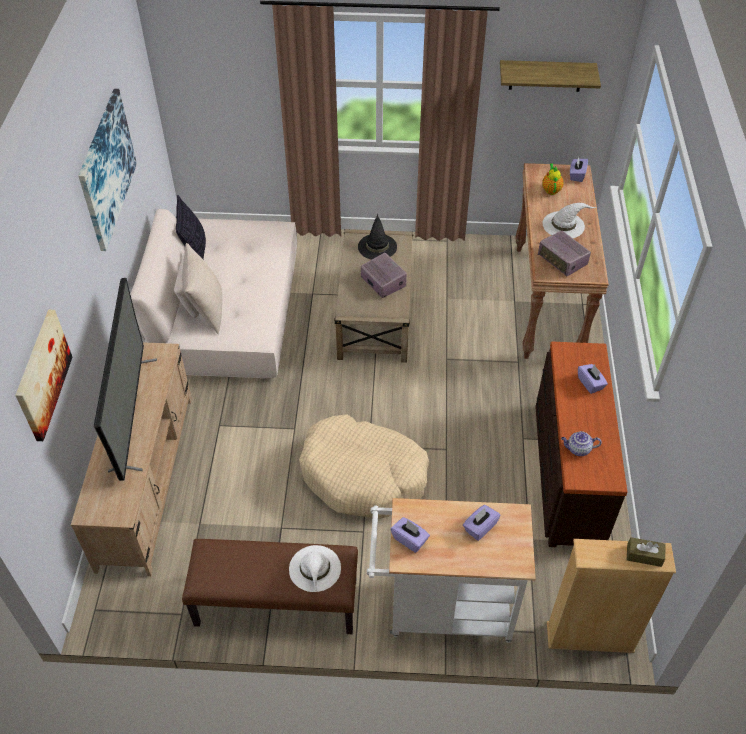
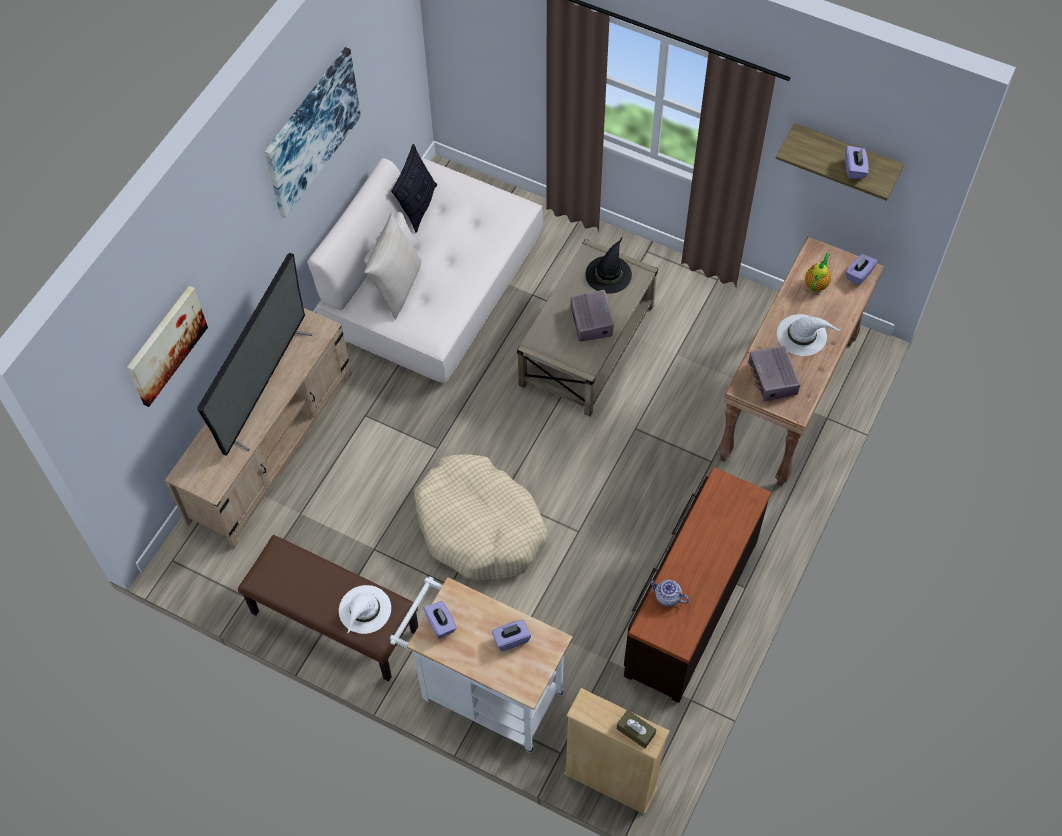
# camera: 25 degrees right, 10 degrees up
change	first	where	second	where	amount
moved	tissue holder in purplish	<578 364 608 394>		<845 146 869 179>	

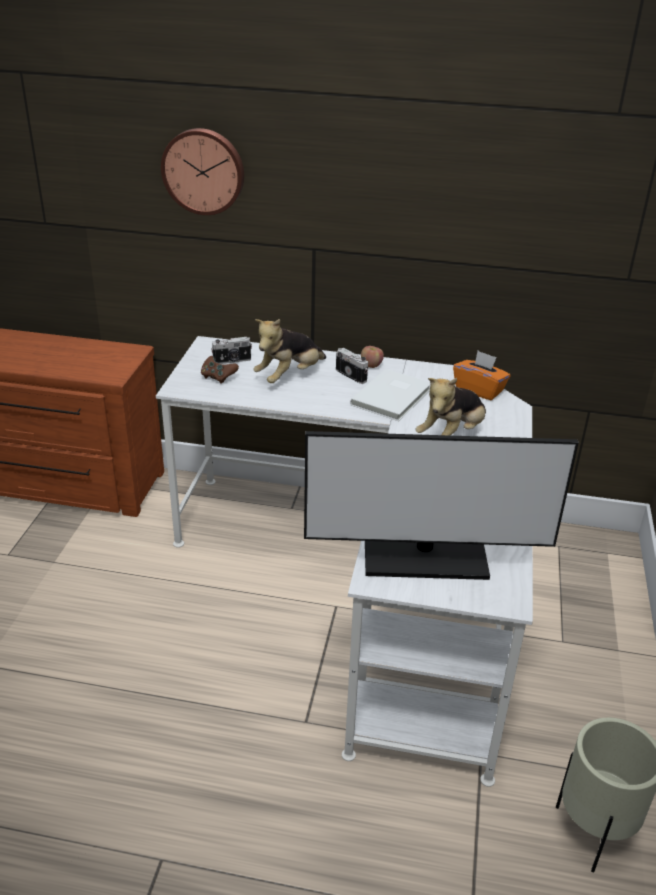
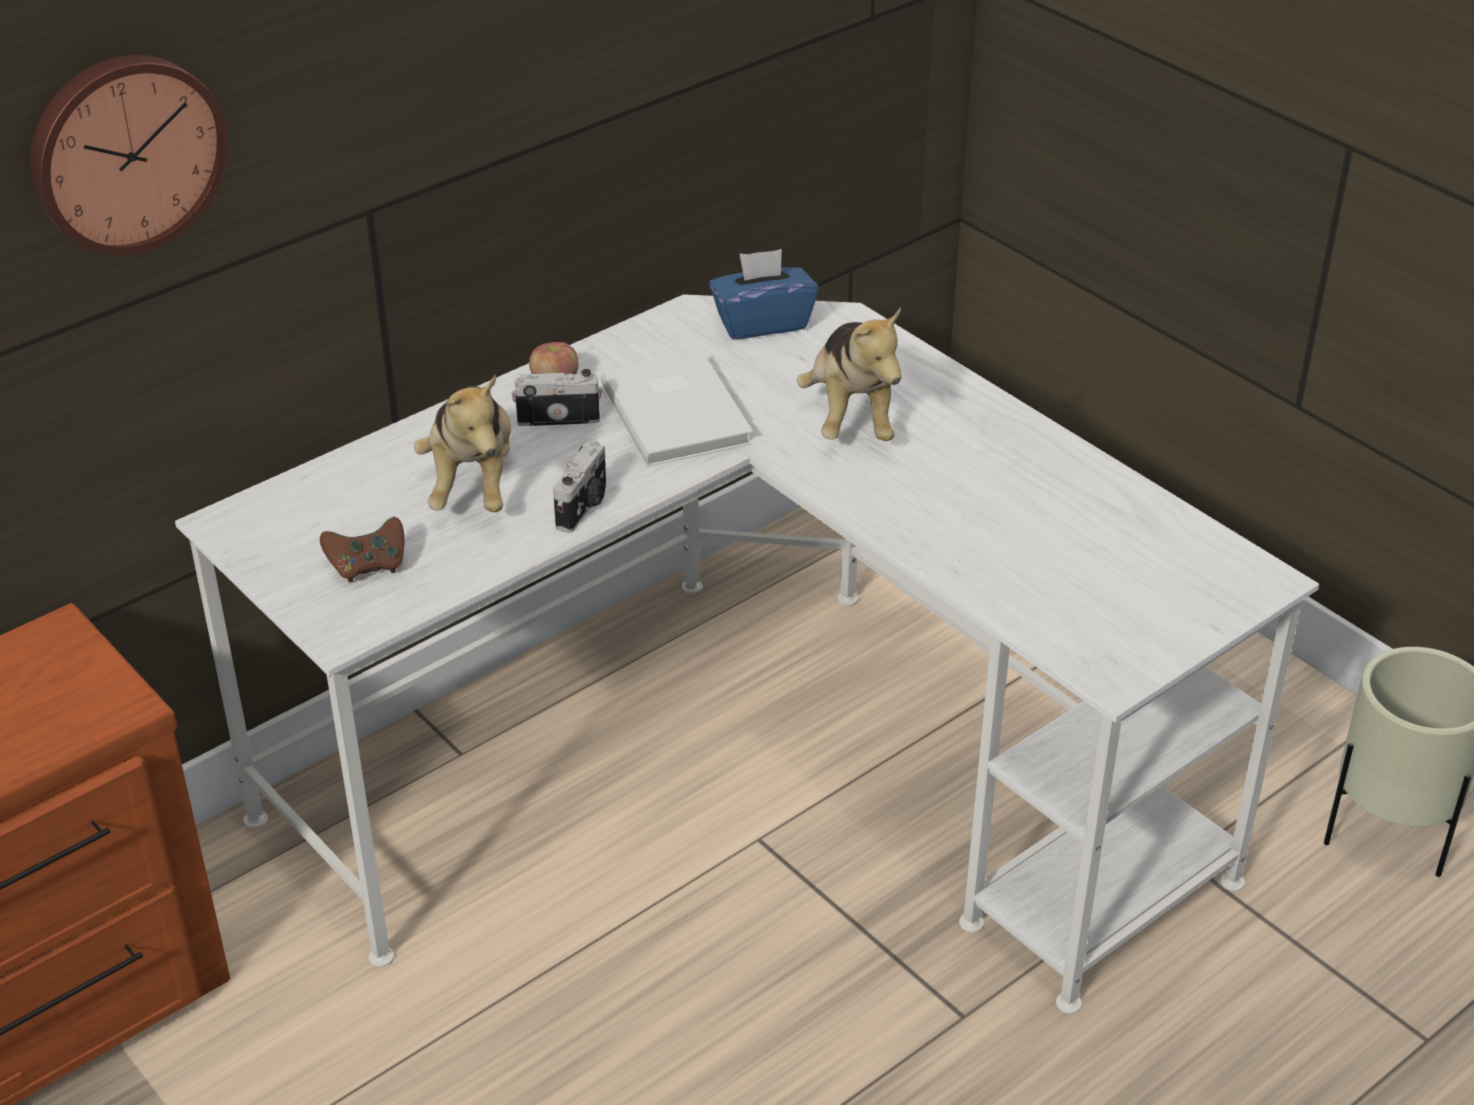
# camera: 50 degrees left, 5 degrees up
change	first	where	second	where	amount
removed	computer display	<304 431 579 580>			
moved	still camera	<211 337 252 364>		<553 441 606 533>	
recoloured	tissue holder in orange	<453 351 511 401>	tissue holder in blue	<709 249 818 339>	

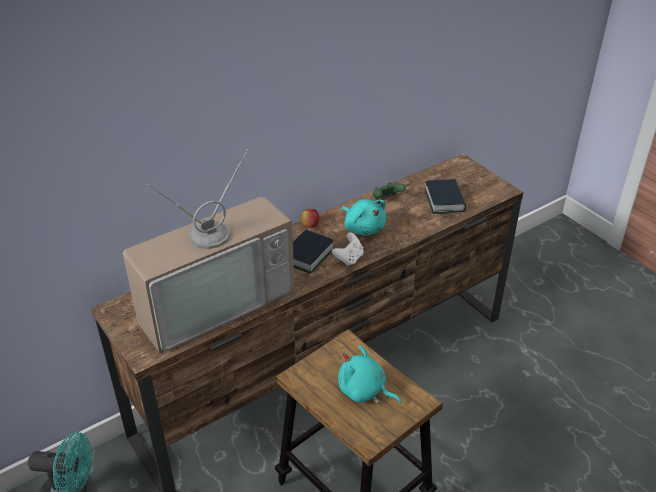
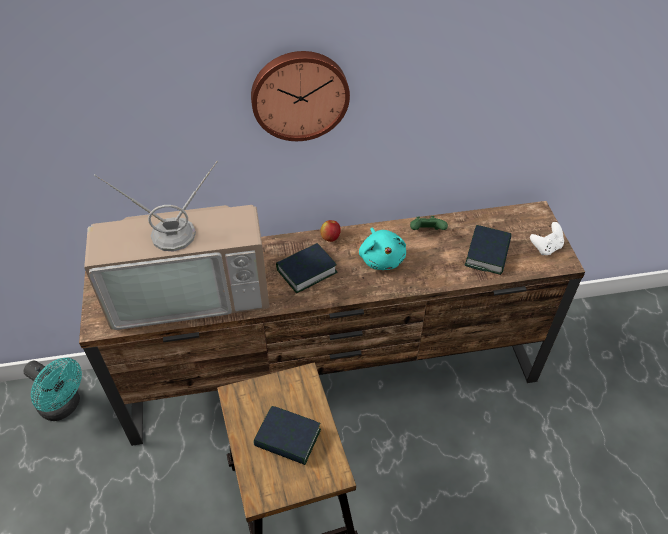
# camera: 25 degrees right, 10 degrees up
change	first	where	second	where	amount
added			hanging clock	<251 51 350 141>	
moved	gamepad in whitish	<332 233 363 266>		<530 222 564 255>	
replaced	soft toy in turquoise-coloured	<338 346 401 404>	volume	<254 406 321 465>	

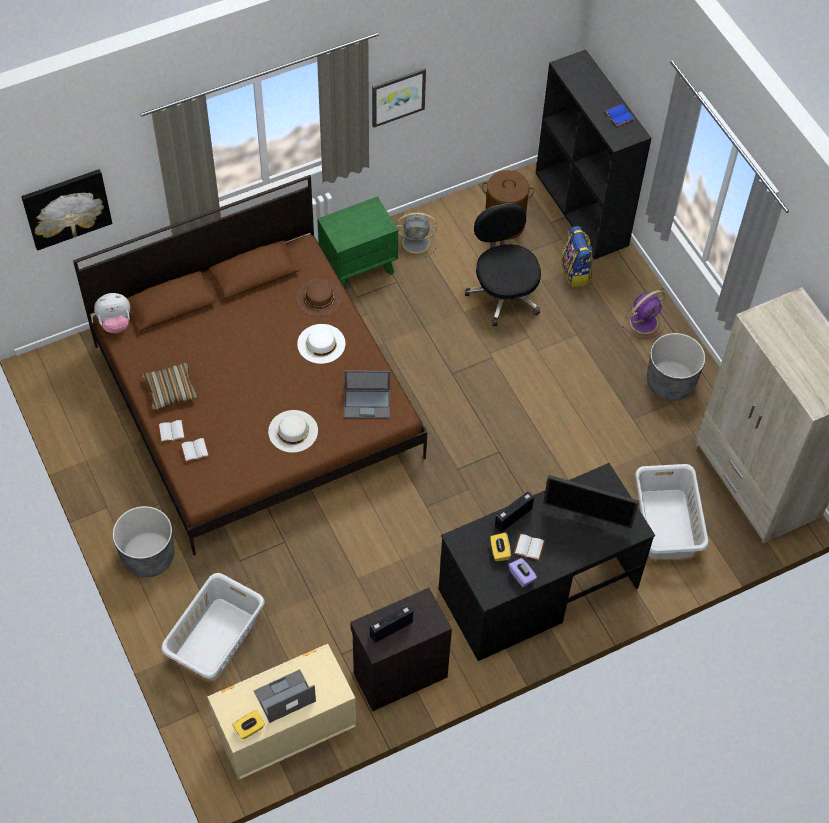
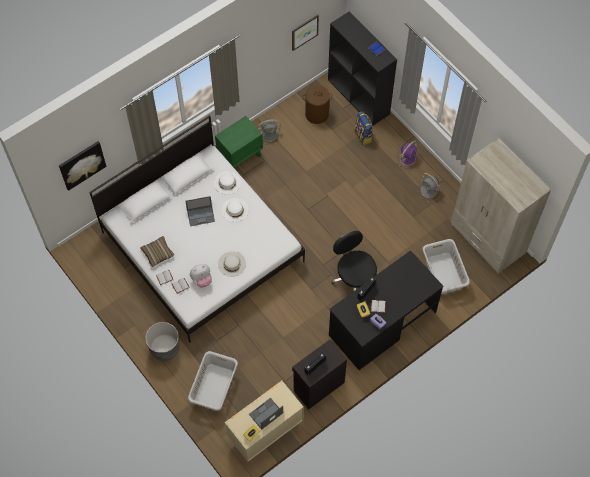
# camera: 10 degrees left, 5 degrees up
change	first	where	second	where	amount
removed	computer display	<543 475 639 530>			
moved	soft toy	<94 293 130 333>		<190 264 212 288>	
moved	laptop	<344 370 390 418>		<185 196 215 226>	
moved	wall art	<372 68 426 128>		<292 14 319 51>	
moved	office chair in black	<465 203 541 326>		<331 231 377 292>	
replaced	planter in greyish	<647 333 705 401>	electric fan in greyish	<417 173 442 202>	
recoloured	bedroom bed in brown	<73 175 427 555>	bedroom bed in whitish	<89 115 305 343>	
recoloured	wearable hat in brown	<296 278 343 317>	wearable hat in whitish	<214 171 241 195>	

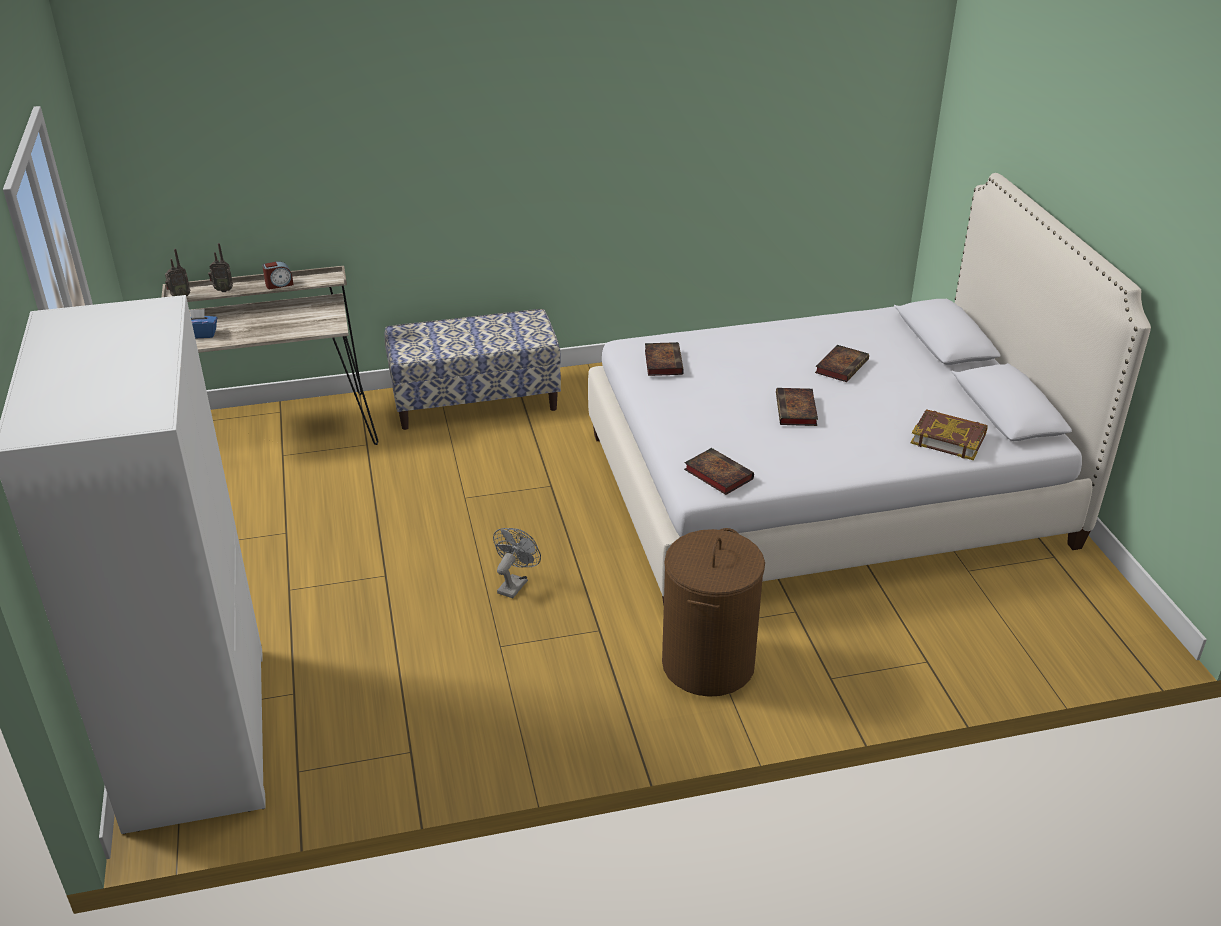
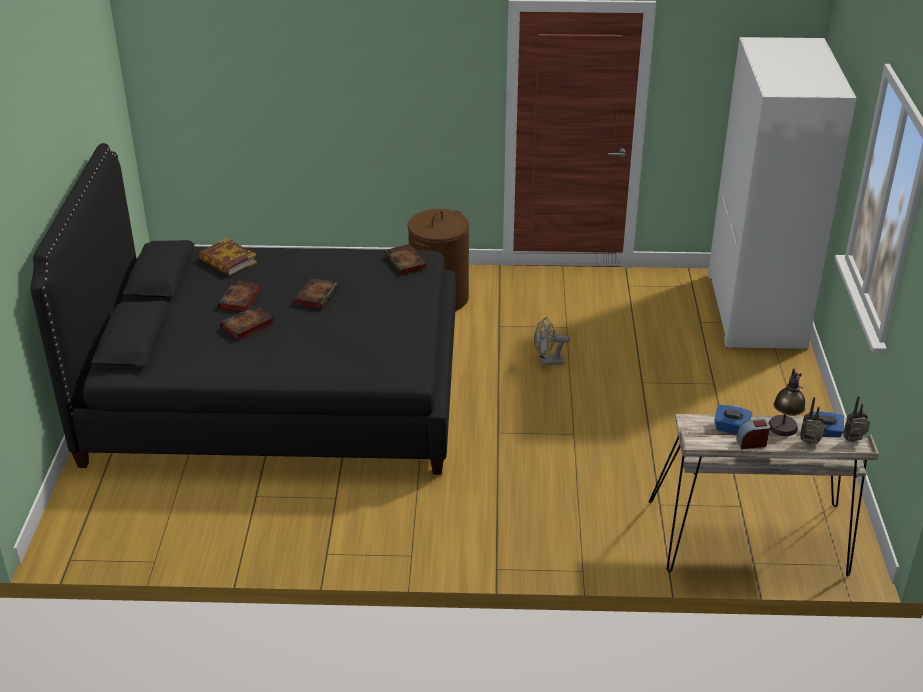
# camera: 165 degrees left, 0 degrees up
change	first	where	second	where	amount
removed	long seat	<385 309 561 430>			
added			tissue holder in blue	<714 405 752 434>	
added			lamp for a table	<768 368 805 436>	
moved	volume	<645 342 684 376>		<218 280 262 312>	
recoloured	bedroom bed in whitish	<588 173 1151 606>	bedroom bed in black	<30 143 456 475>	
turned	electric fan in greyish	<493 528 541 598>		<534 317 570 365>	45 degrees clockwise

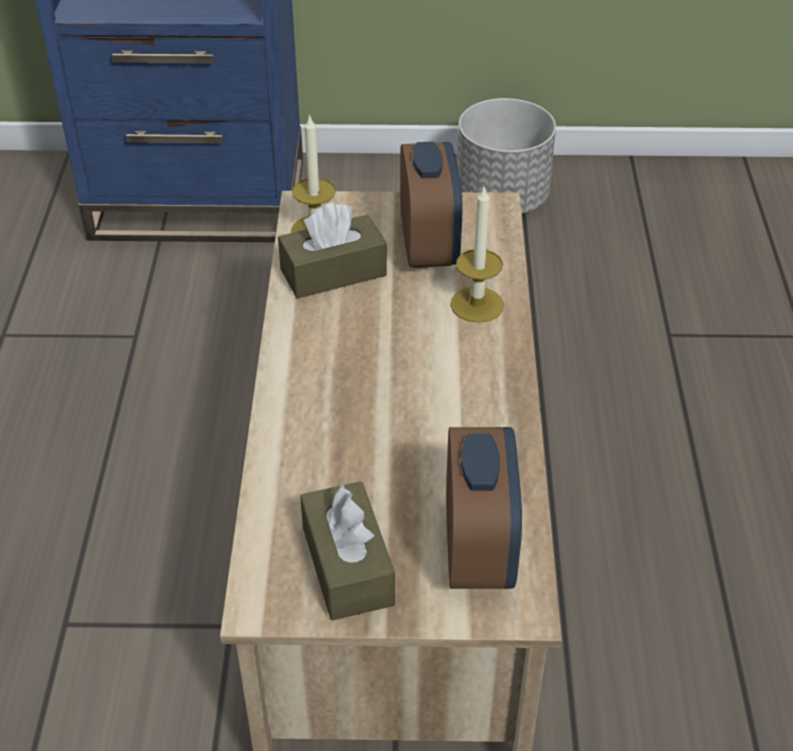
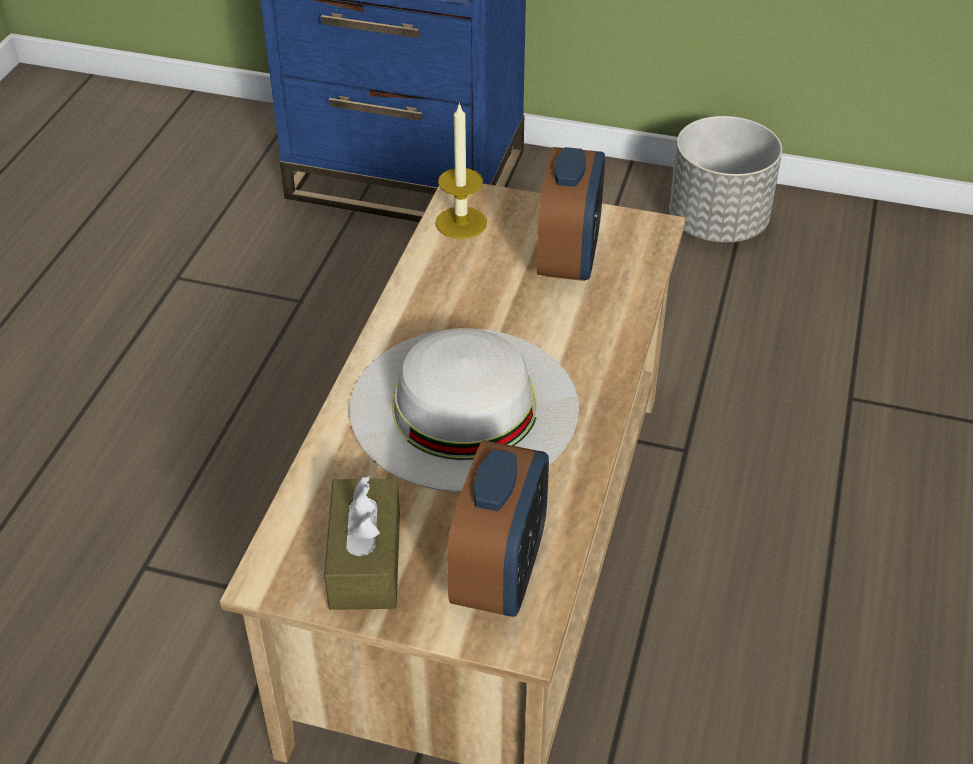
# camera: 15 degrees right, 0 degrees up
change	first	where	second	where	amount
removed	tissue holder in brown	<278 202 387 299>			
removed	candle	<450 188 504 323>			
added			wearable hat in whitish	<349 328 579 492>	

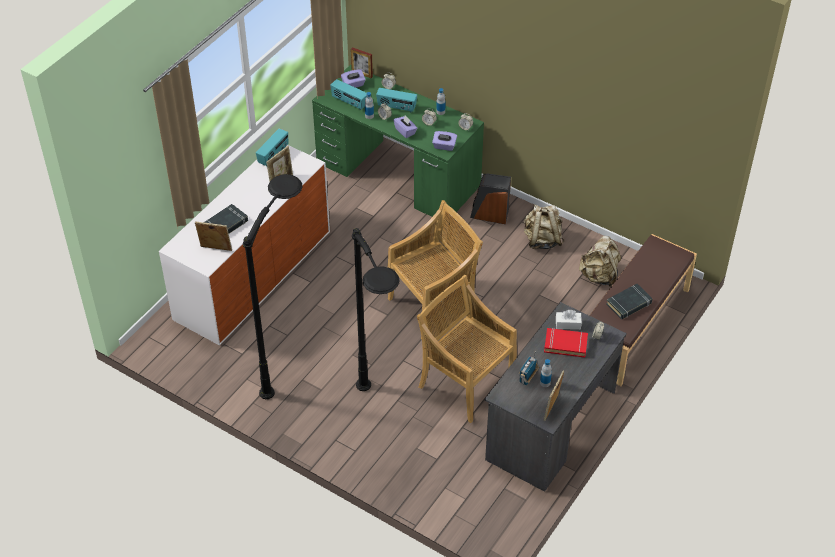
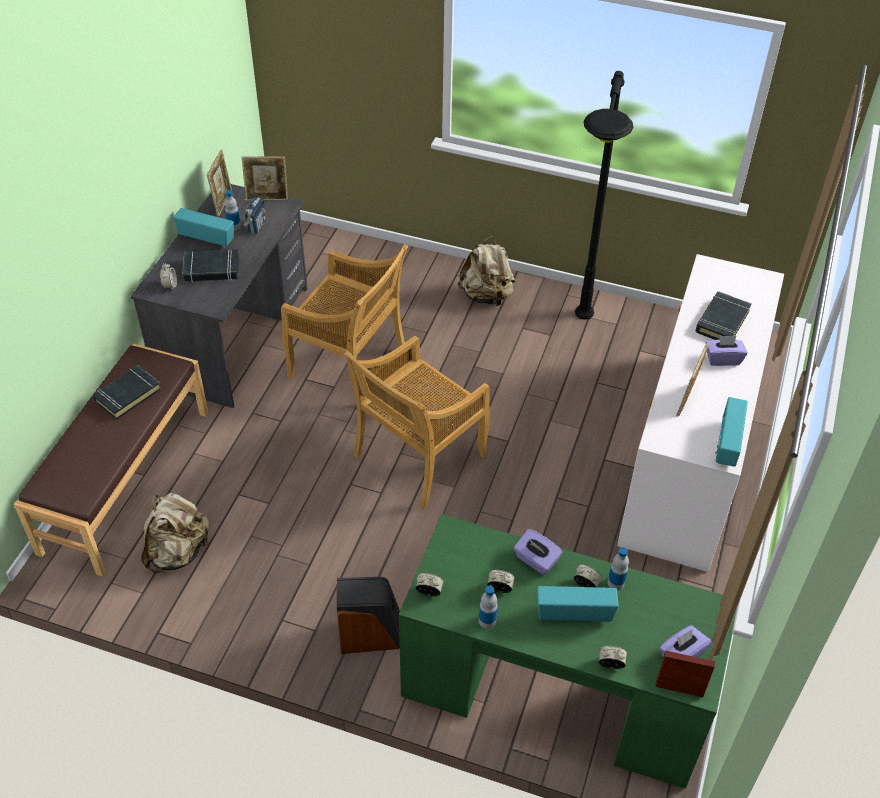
# camera: 165 degrees right, 0 degrees up
change	first	where	second	where	amount
removed	floor lamp in black	<352 228 399 391>			
removed	tissue holder in whitish	<556 310 582 330>			
moved	picture frame	<195 222 232 251>		<242 156 288 201>	
moved	radio receiver	<330 79 367 110>		<173 208 234 247>	
moved	tissue holder in purplish	<432 131 457 151>		<706 336 748 366>	
moved	backpack in beige-coloured	<524 205 564 249>		<457 236 516 306>	
recoloured	volume in red	<544 328 588 358>	volume in black	<182 249 239 282>	

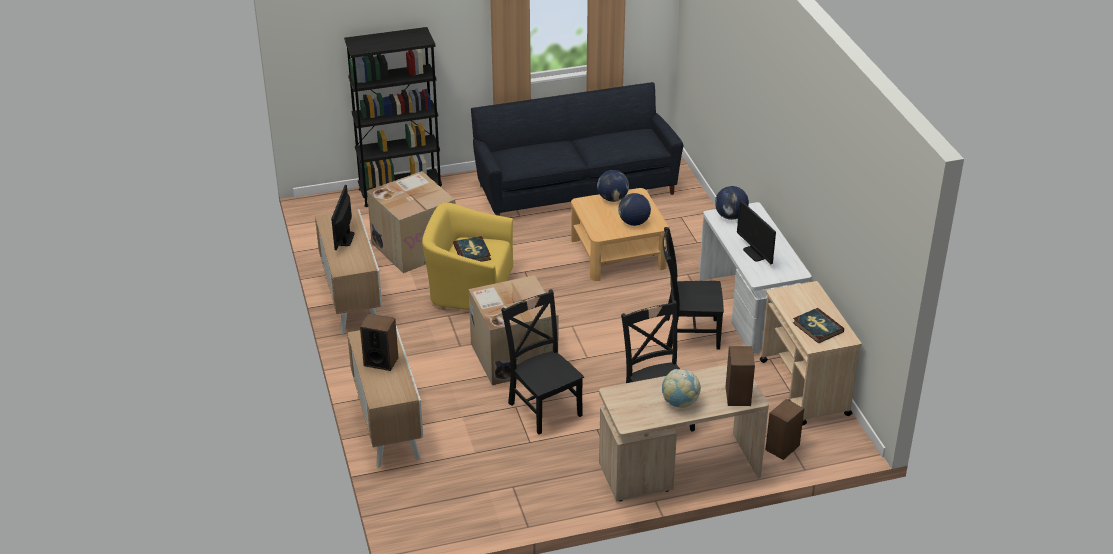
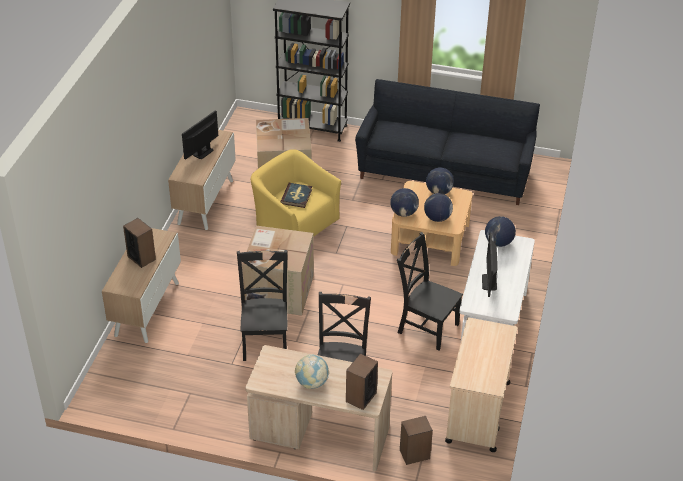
# camera: 30 degrees right, 5 degrees up
change	first	where	second	where	amount
removed	volume	<793 308 844 344>			
added			globe	<390 188 419 217>	

